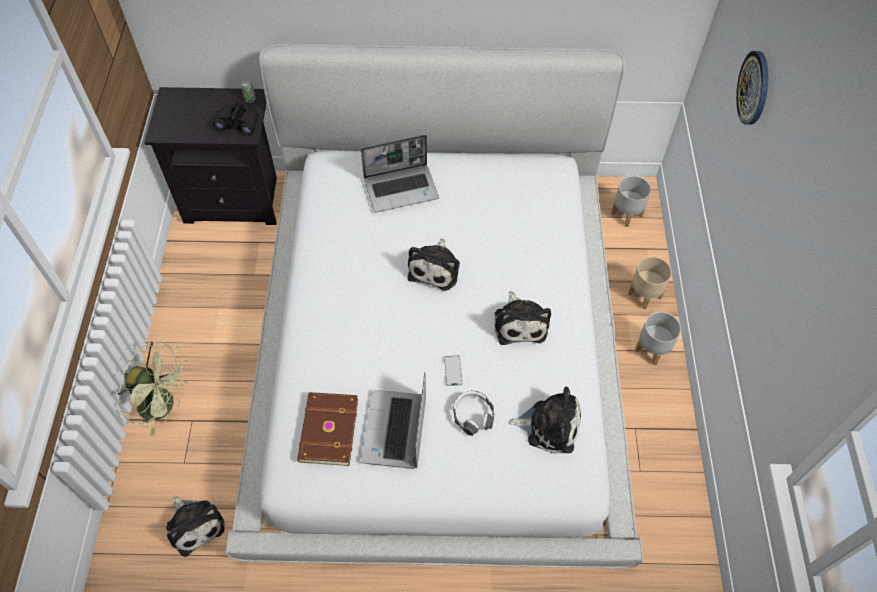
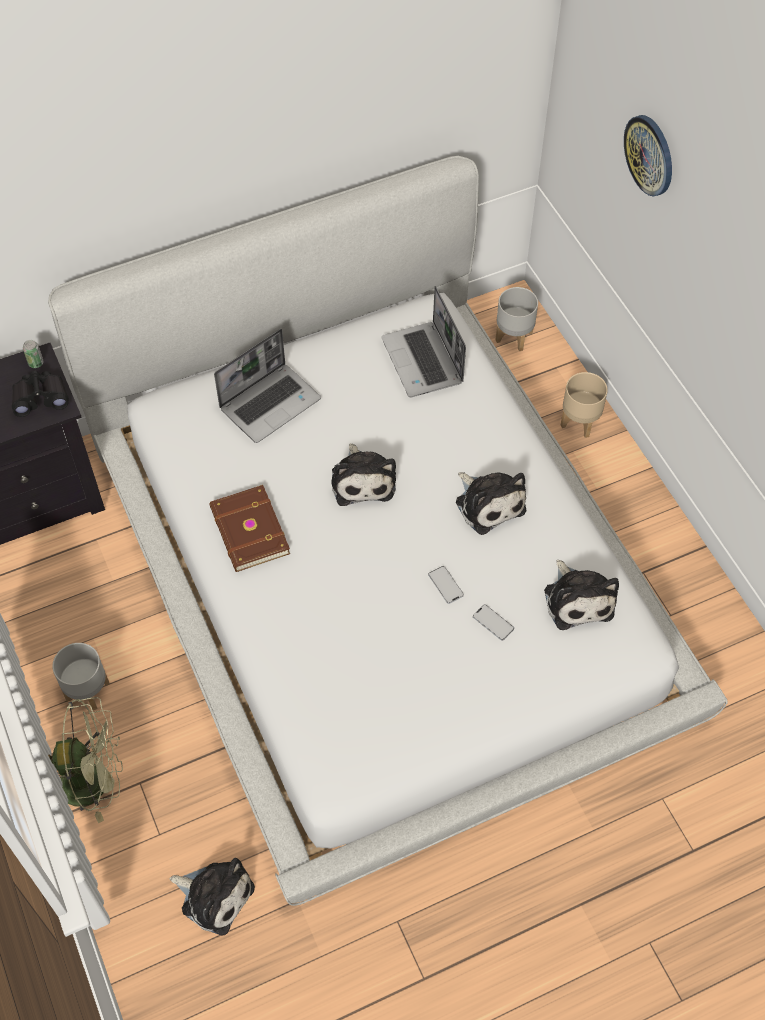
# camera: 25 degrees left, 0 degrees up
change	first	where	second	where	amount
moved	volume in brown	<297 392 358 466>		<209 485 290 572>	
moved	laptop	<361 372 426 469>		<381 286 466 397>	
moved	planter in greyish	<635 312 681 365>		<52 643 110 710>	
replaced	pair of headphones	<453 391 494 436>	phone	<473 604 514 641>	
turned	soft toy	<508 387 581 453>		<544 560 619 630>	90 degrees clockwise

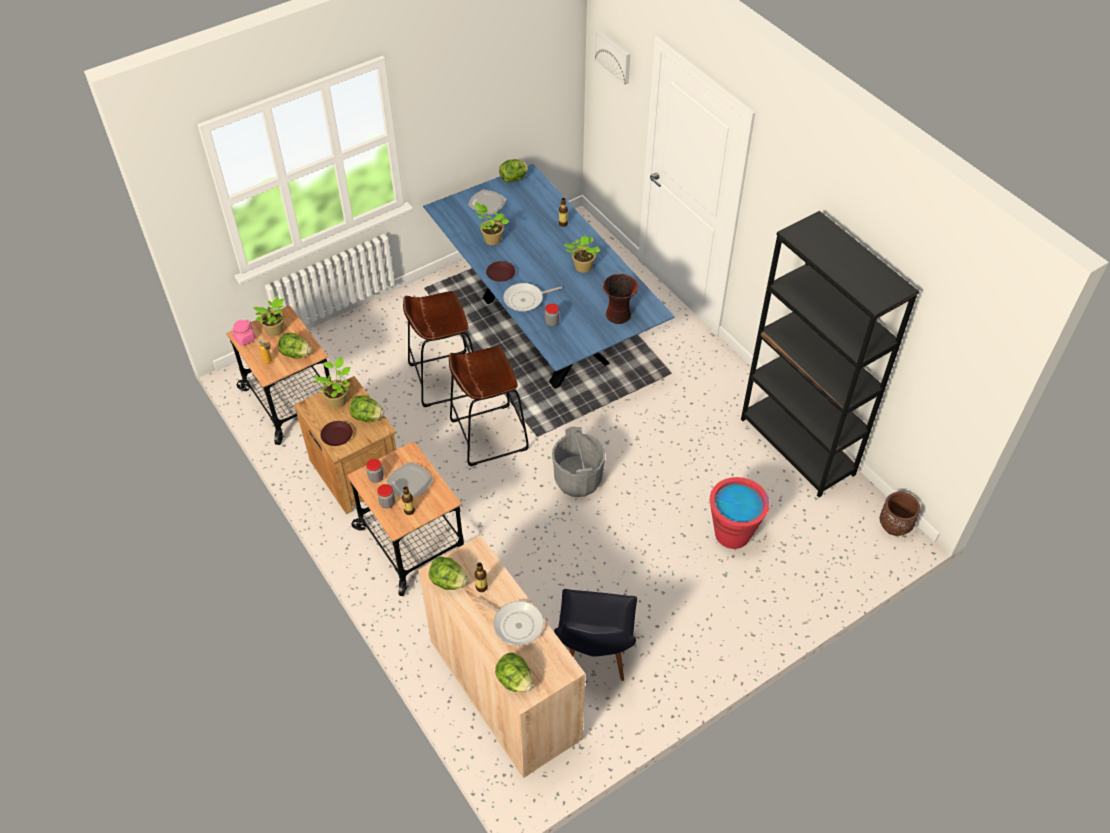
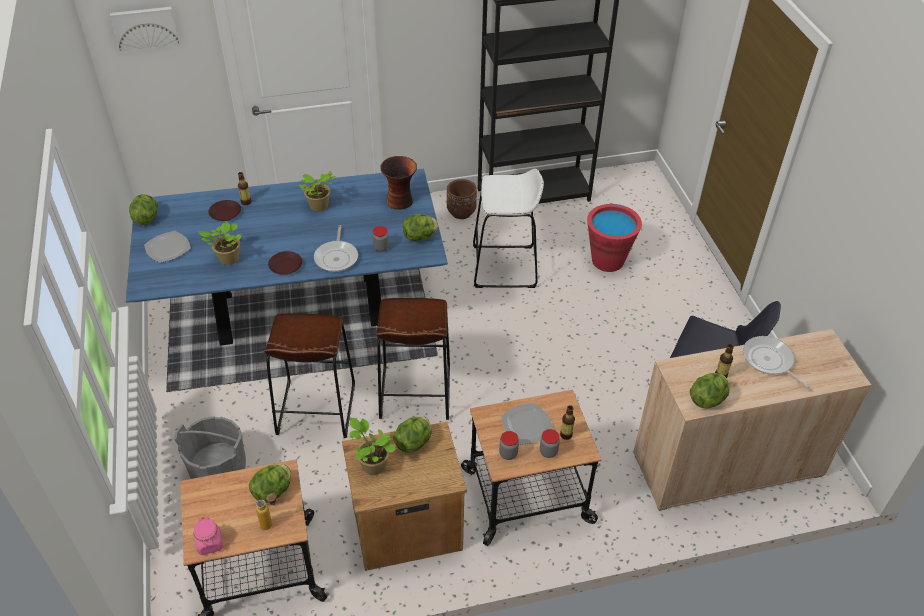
# camera: 70 degrees left, 5 degrees down
change	first	where	second	where	amount
removed	potted plant	<253 296 284 336>			
added			sitting stool in whitish	<473 169 544 288>	
moved	plate in brown	<320 421 353 446>		<209 200 241 221>	
moved	head of lettuce	<495 652 533 693>		<403 214 438 241>	
moved	bucket in greyish	<552 427 605 497>		<174 416 246 479>	
moved	planter in brown	<880 492 921 536>		<447 179 477 219>	
turned	frying pan	<475 597 544 646>		<743 336 811 391>	90 degrees counterclockwise

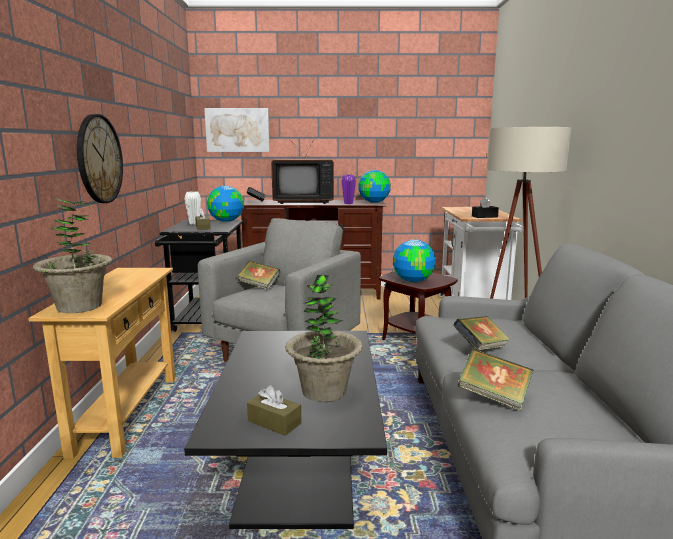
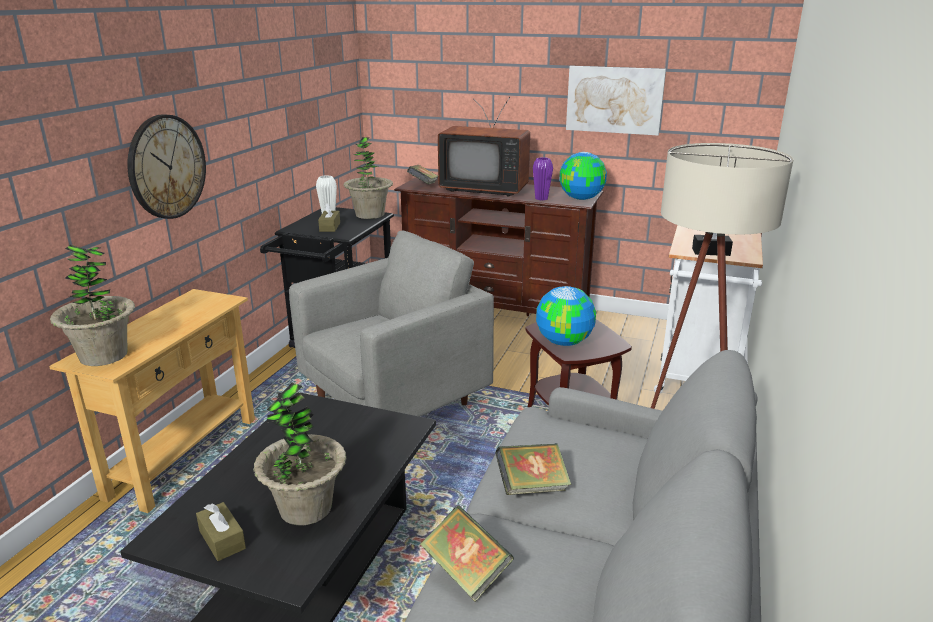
# camera: 20 degrees right, 10 degrees up
change	first	where	second	where	amount
removed	volume	<238 261 280 290>			
moved	wall art	<204 108 270 152>		<566 66 666 135>	
replaced	globe	<207 186 244 222>	potted plant	<344 137 393 219>	

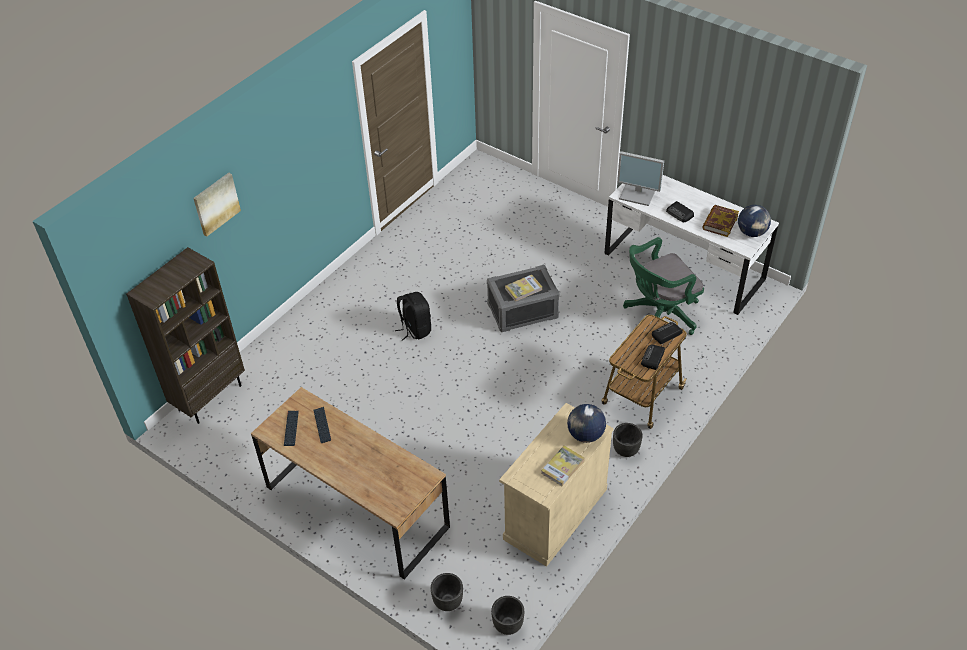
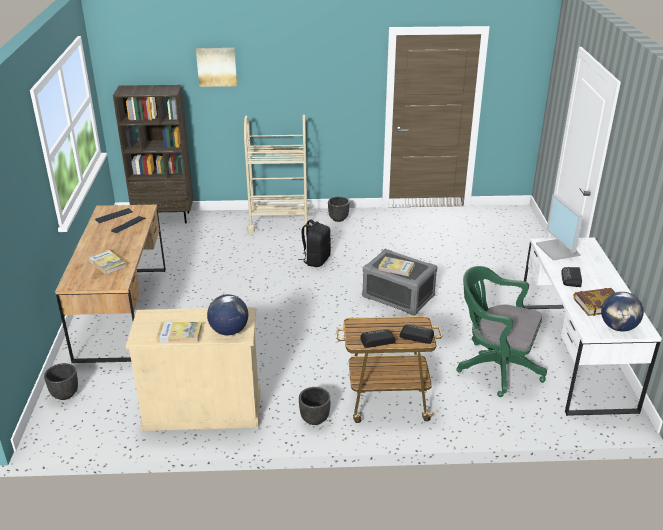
# camera: 50 degrees right, 15 degrees down
change	first	where	second	where	amount
added			volume	<88 249 126 275>	
added			trolley in beige-coloured	<244 115 309 233>	
moved	planter in black	<491 596 524 635>		<328 197 350 222>	

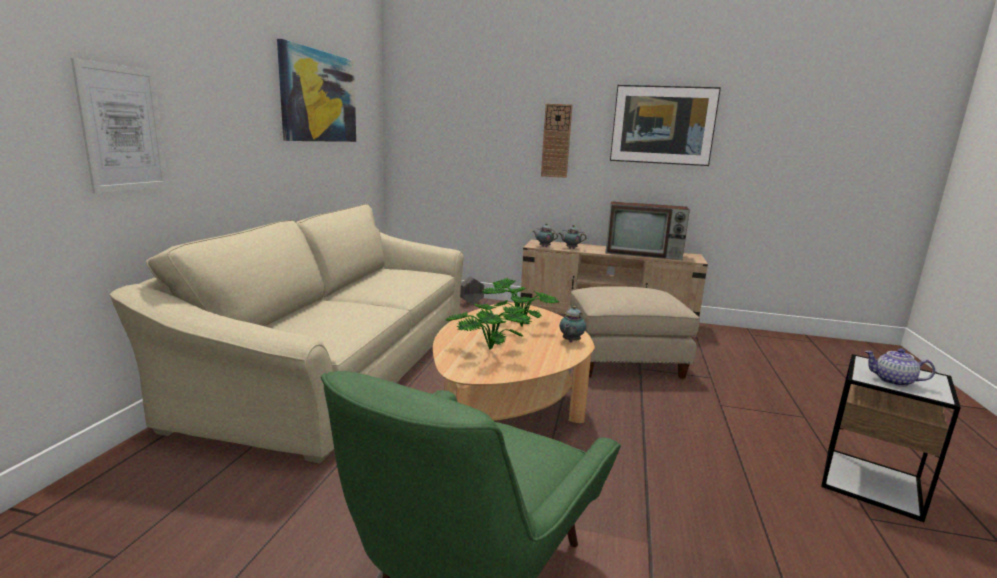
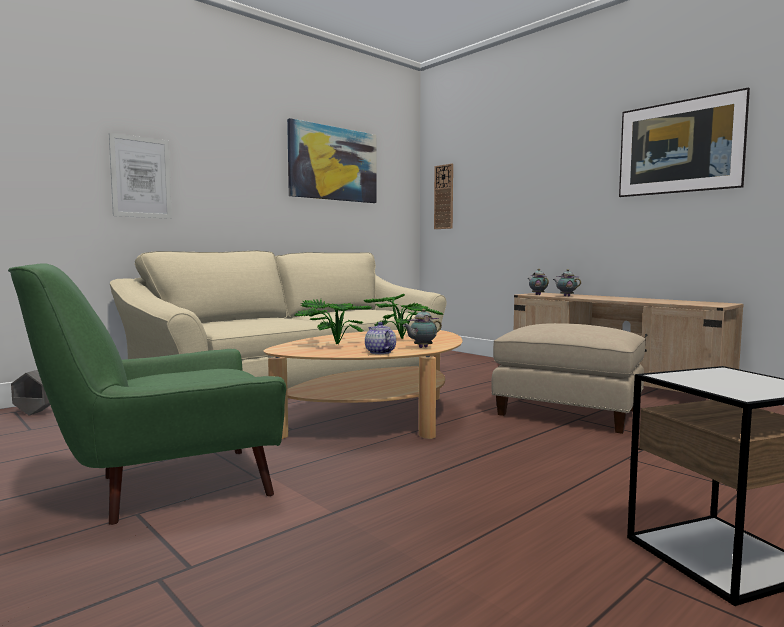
# camera: 35 degrees right, 10 degrees down
change	first	where	second	where	amount
removed	TV set	<605 201 690 260>			
moved	planter in greyish	<460 276 484 305>		<11 370 50 416>	
moved	hanging clock	<541 104 572 178>		<434 164 453 229>	
moved	teapot	<865 348 935 387>		<365 322 396 354>	

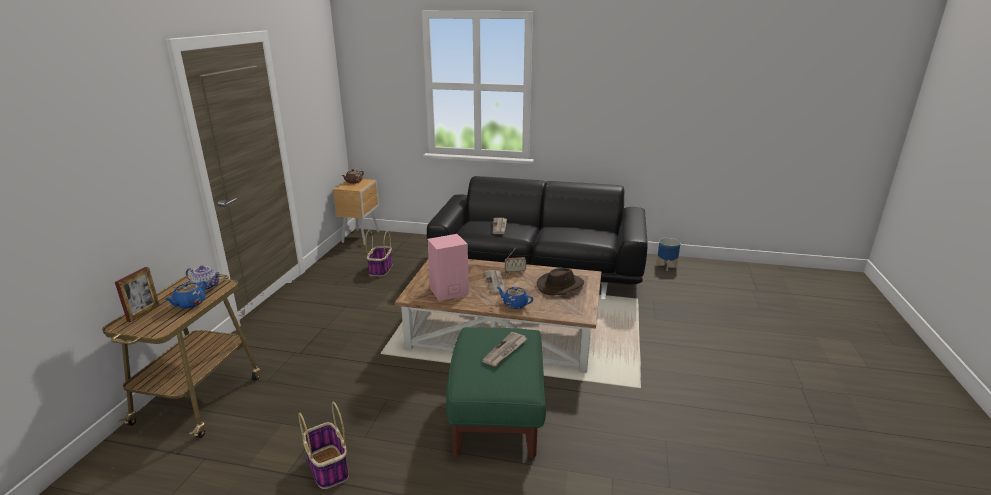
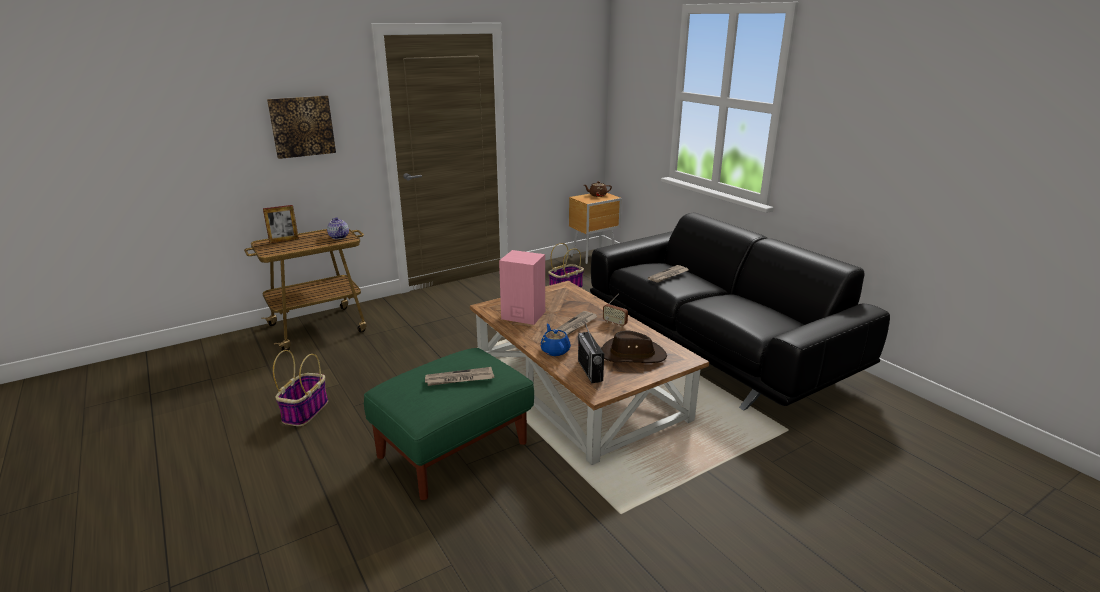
# camera: 45 degrees right, 0 degrees up
change	first	where	second	where	amount
removed	teapot in blue	<165 281 207 309>			
removed	planter	<656 238 681 271>			
added			wall art	<267 96 336 159>	
added			radio receiver	<578 322 604 383>	

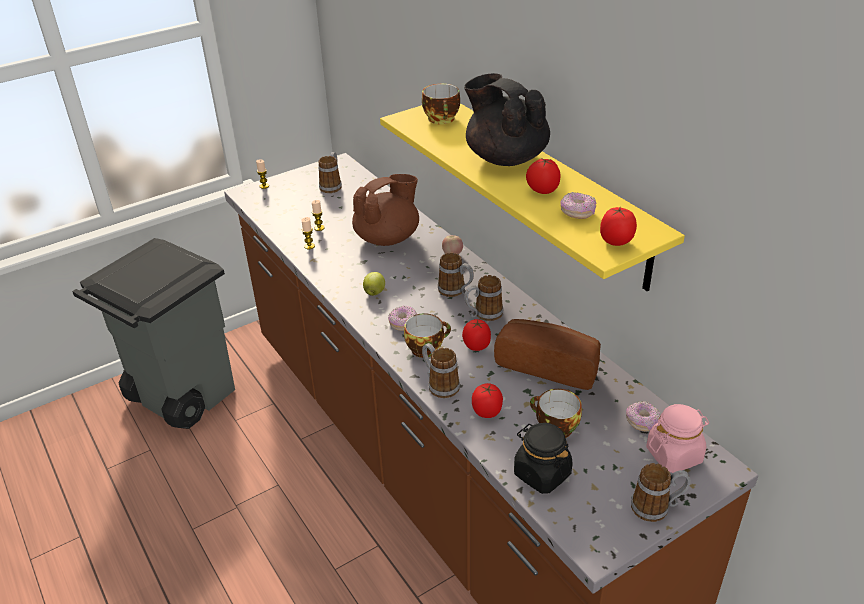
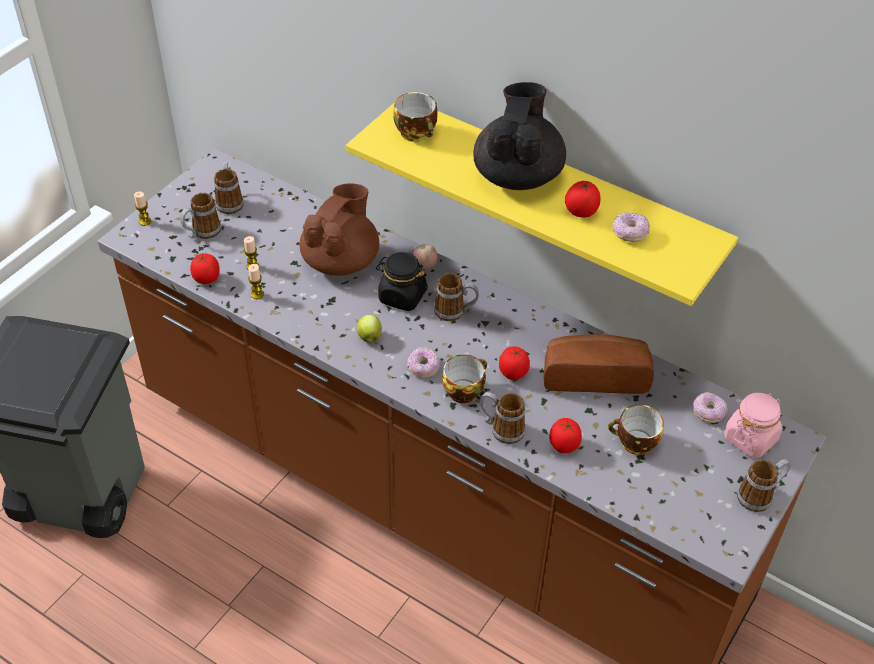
# camera: 25 degrees left, 10 degrees up
change	first	where	second	where	amount
moved	coffee mug	<464 275 503 321>		<180 193 221 239>	
moved	jar in black	<514 423 573 494>		<376 252 428 311>	
moved	tomato	<600 207 637 246>		<190 253 220 284>	
turned	teapot in black	<464 73 550 166>		<474 82 566 190>	75 degrees clockwise

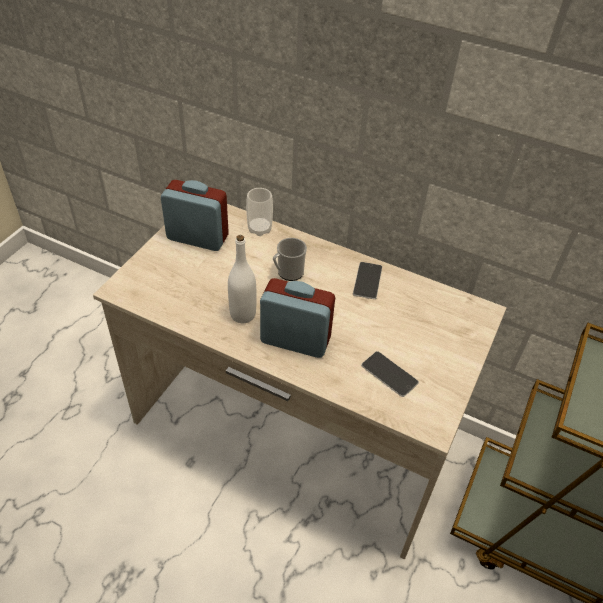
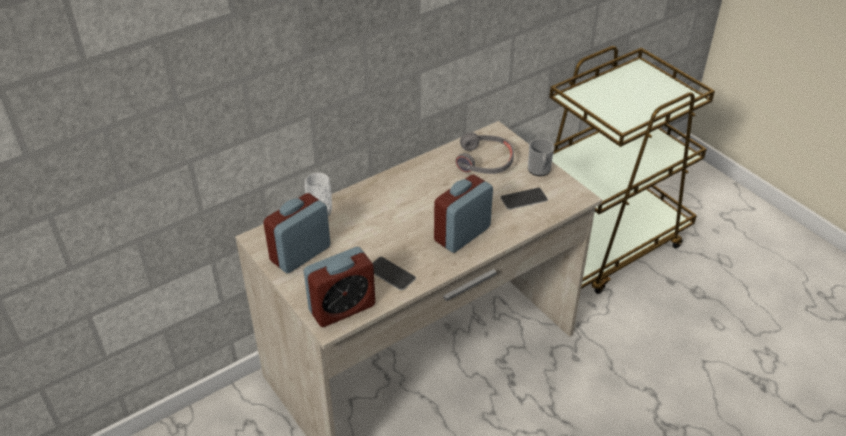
# camera: 60 degrees left, 5 degrees down
change	first	where	second	where	amount
removed	bottle in whitish	<228 235 256 323>			
added			alarm clock	<304 247 375 327>	
added			pair of headphones in greyish	<456 132 514 174>	
moved	coffee mug	<273 238 307 281>		<528 138 555 176>	
moved	phone	<353 262 382 299>		<373 257 416 291>	

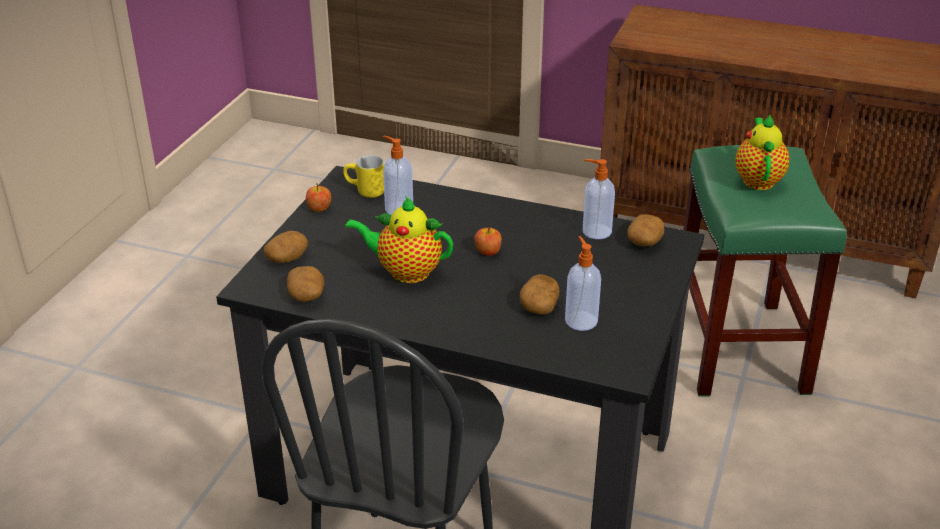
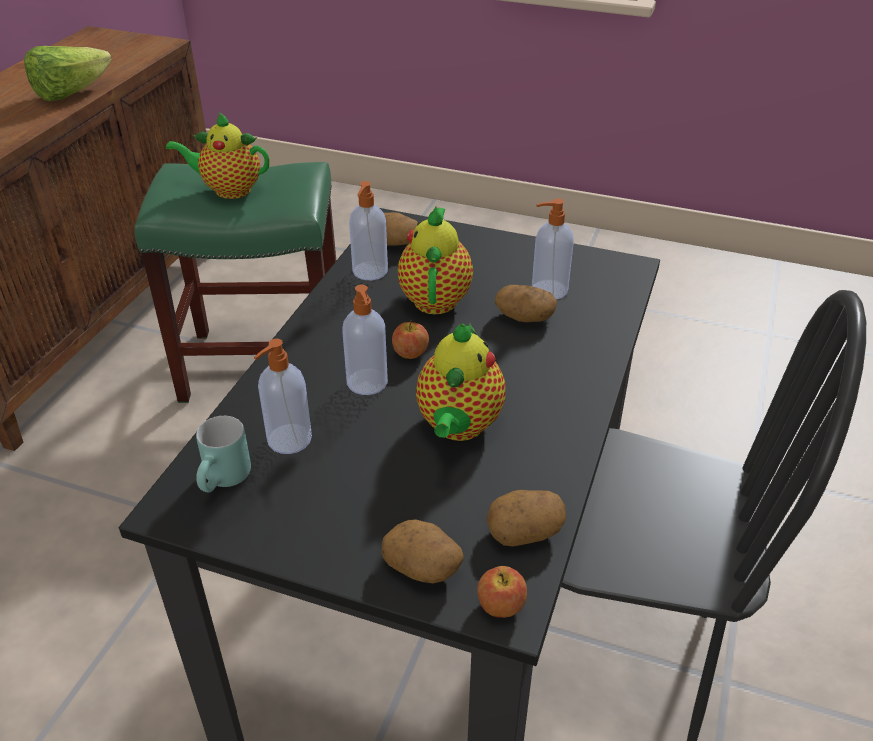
# camera: 90 degrees left, 5 degrees up
change	first	where	second	where	amount
added			head of lettuce	<24 46 111 101>	
added			soap dispenser	<342 285 388 395>	
added			teapot	<398 206 473 314>	
moved	whole apple	<306 183 331 212>		<477 566 527 618>	
recoloured	coffee mug in yellow-coloured	<343 155 384 198>	coffee mug in turquoise-coloured	<196 416 251 493>	

